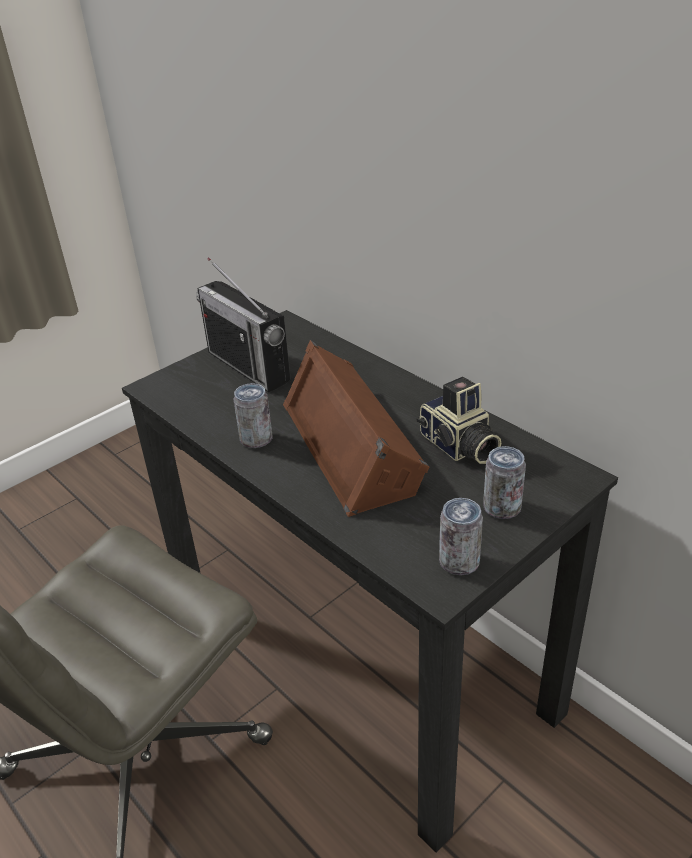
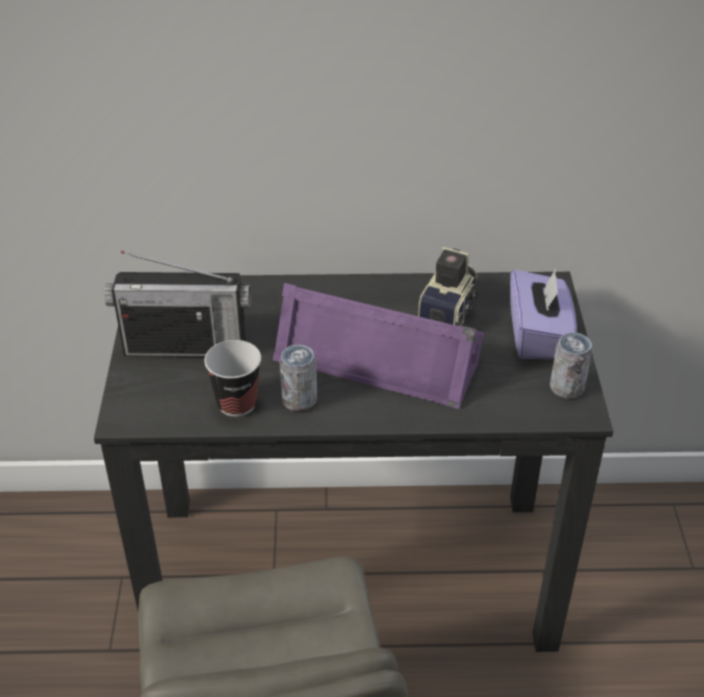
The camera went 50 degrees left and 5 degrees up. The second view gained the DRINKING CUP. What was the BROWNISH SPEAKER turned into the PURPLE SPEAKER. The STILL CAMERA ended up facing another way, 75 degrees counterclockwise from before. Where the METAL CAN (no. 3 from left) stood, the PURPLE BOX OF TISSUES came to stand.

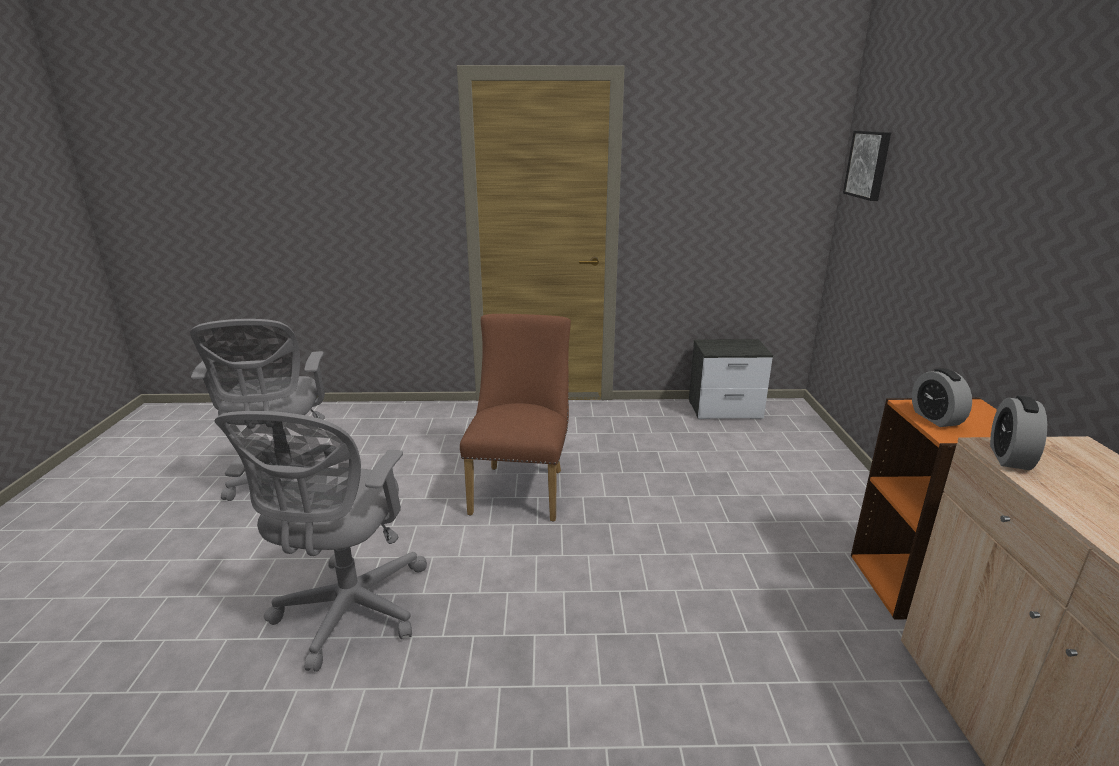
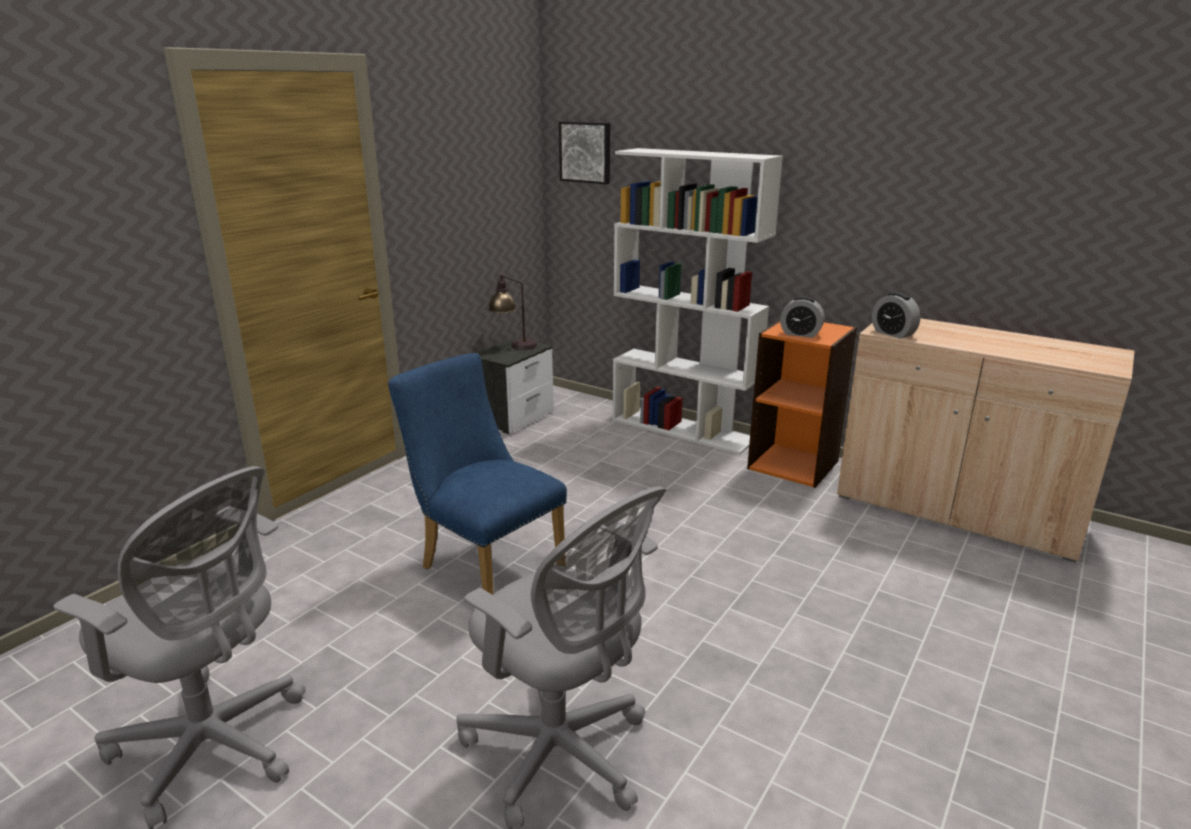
The camera went 55 degrees left and 0 degrees up. What was the BROWNISH CHAIR turned into the BLUE CHAIR. The second view gained the LAMP FOR A TABLE. The second view gained the WHITE-COLOURED SHELVING UNIT.

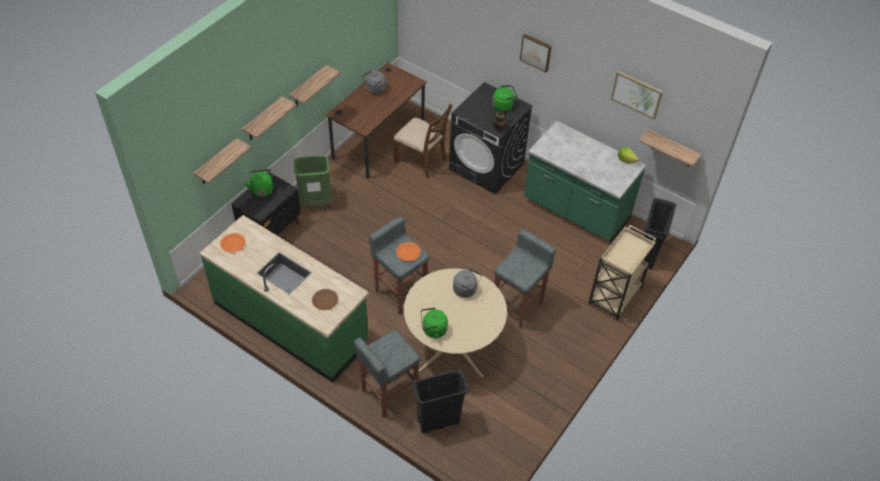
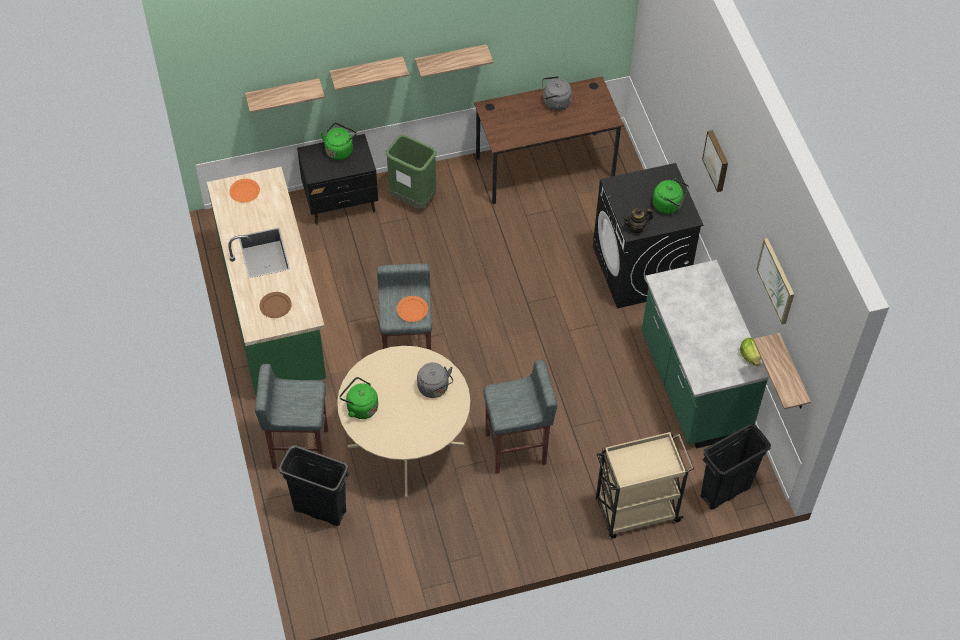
The camera went 40 degrees right and 5 degrees up. The second view lost the BROWNISH CHAIR.

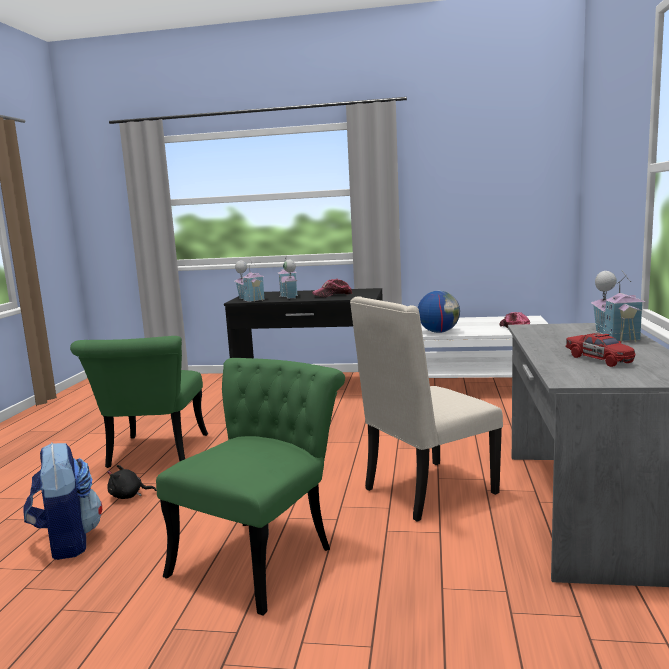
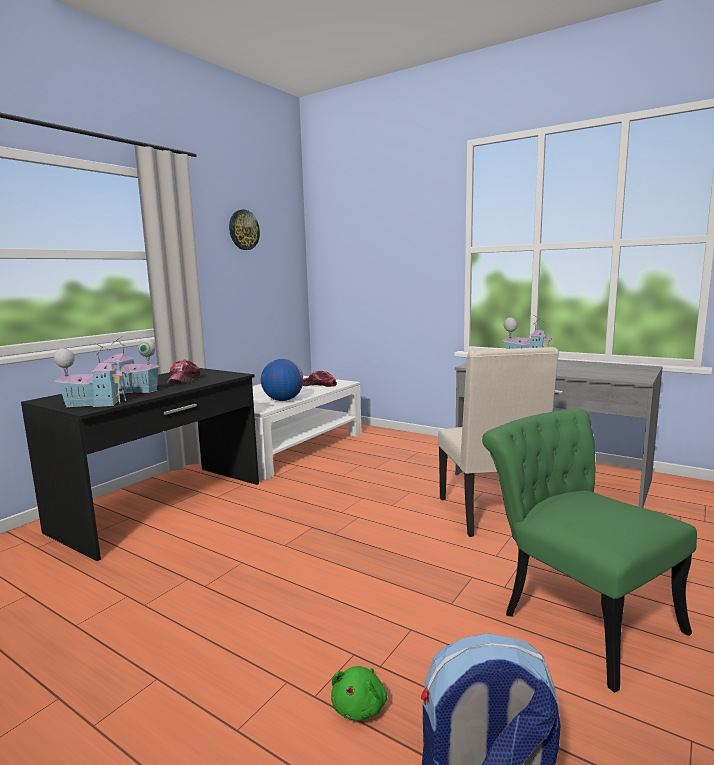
The camera went 65 degrees left and 0 degrees up. The second view gained the CLOCK ON THE WALL. What was the BLACK-COLOURED CUDDLY TOY turned into the GREEN-COLOURED CUDDLY TOY. The second view lost the GREEN-COLOURED CHAIR (no. 1 from left). The second view lost the RED TOY CAR.

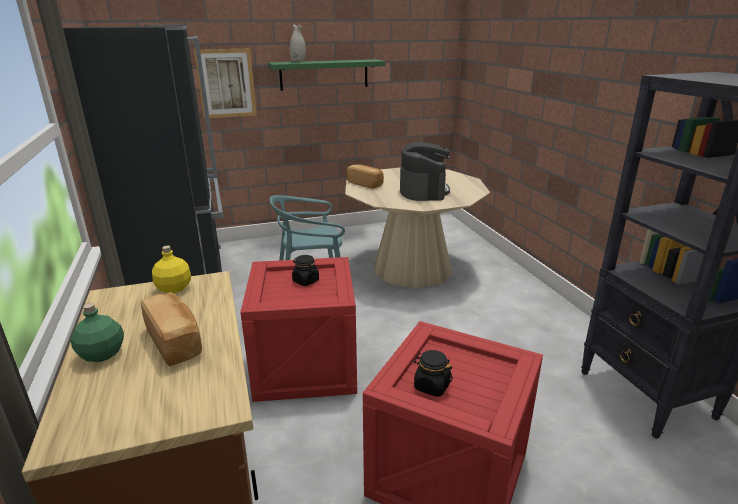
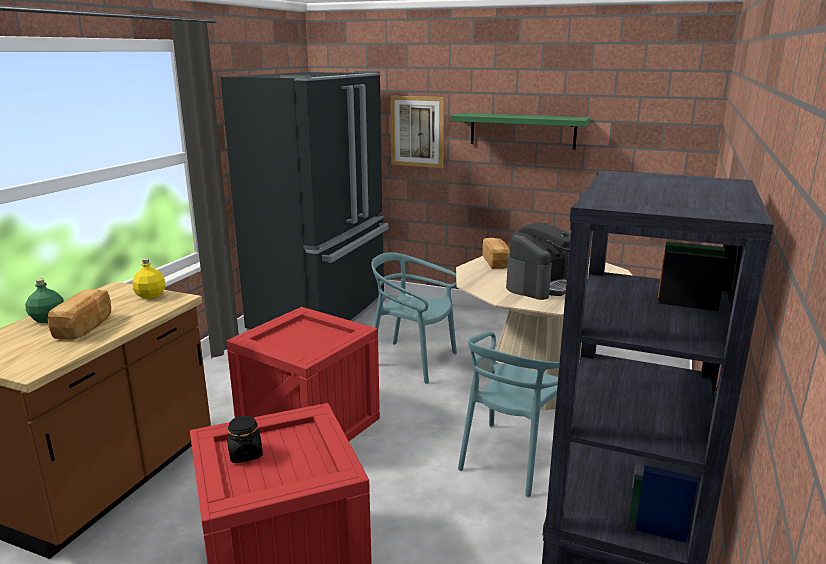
The camera went 40 degrees right and 5 degrees down. The second view gained the TURQUOISE-COLOURED CHAIR (no. 2 from left). The second view lost the WHITE-COLOURED DECORATIVE VASE. The second view lost the BLACK-COLOURED PRESERVE JAR (no. 1 from left).

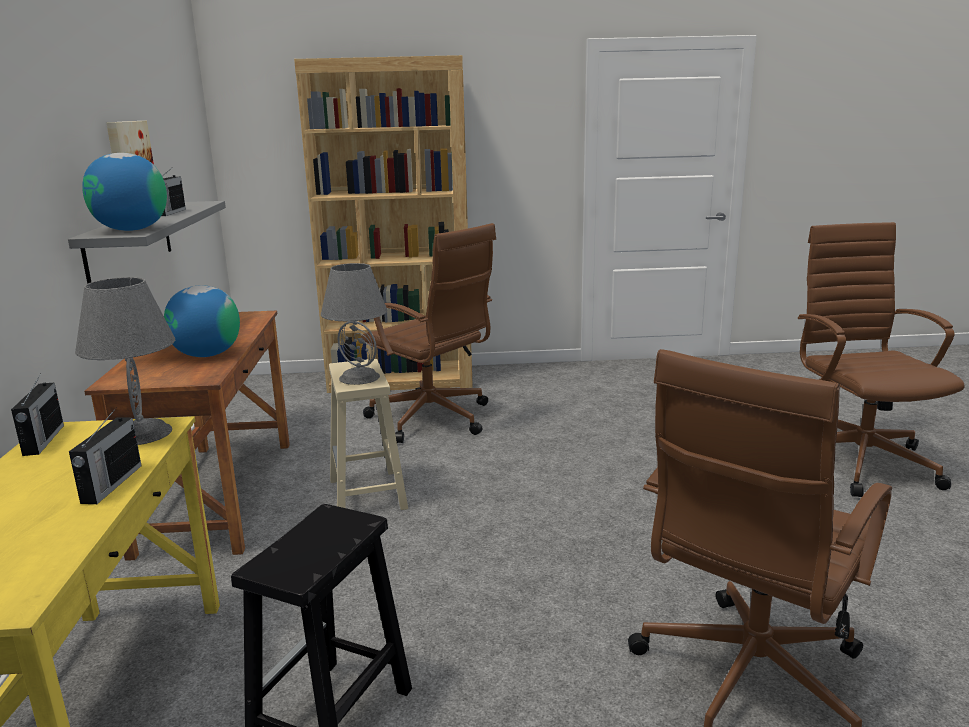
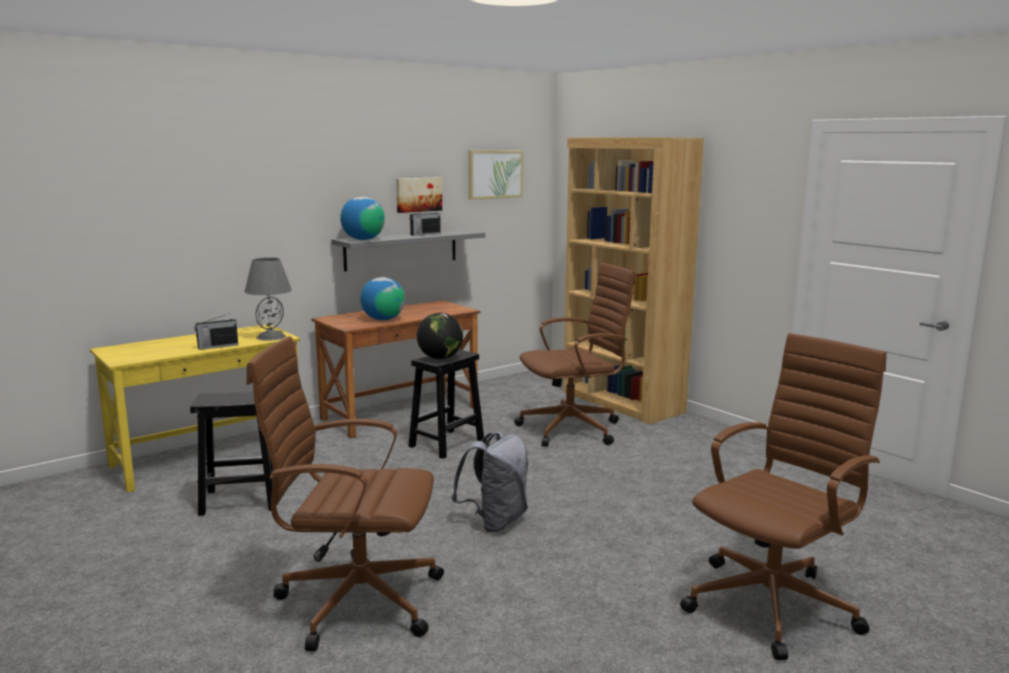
The camera went 55 degrees right and 5 degrees down. What was the BEIGE-COLOURED SITTING STOOL turned into the BLACK-COLOURED SITTING STOOL (no. 2 from left). Where the GREYISH LAMP FOR A TABLE (no. 2 from left) stood, the GLOBE (no. 3 from left) came to stand. The second view gained the GREYISH KNAPSACK. The second view gained the WALL ART (no. 2 from left). The BROWNISH OFFICE CHAIR (no. 1 from left in the first image) ended up facing another way, 120 degrees counterclockwise from before. The second view lost the RADIO RECEIVER (no. 1 from left).

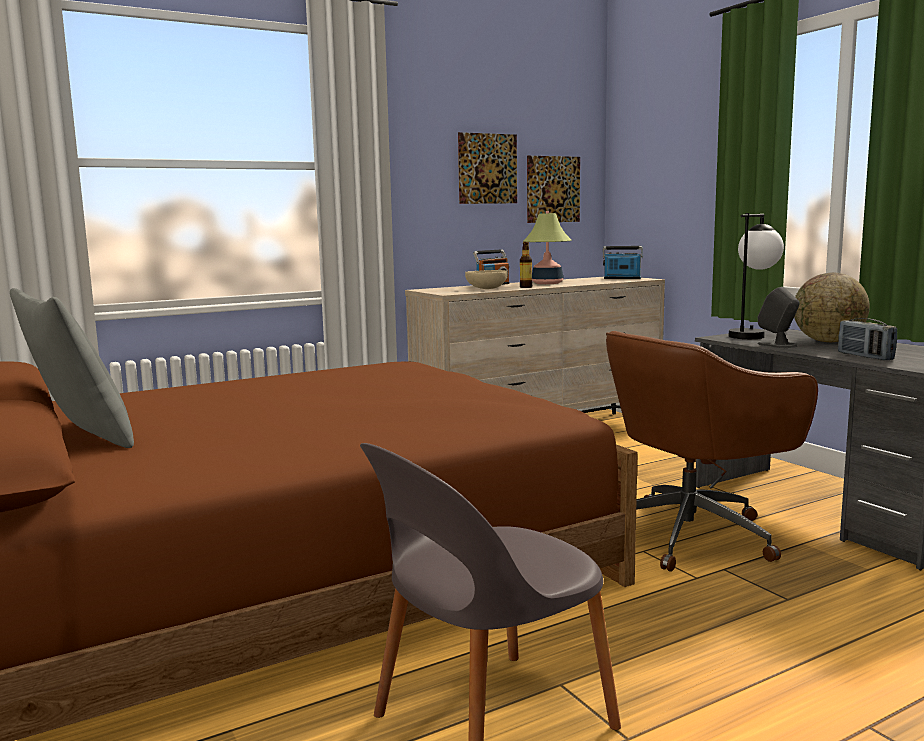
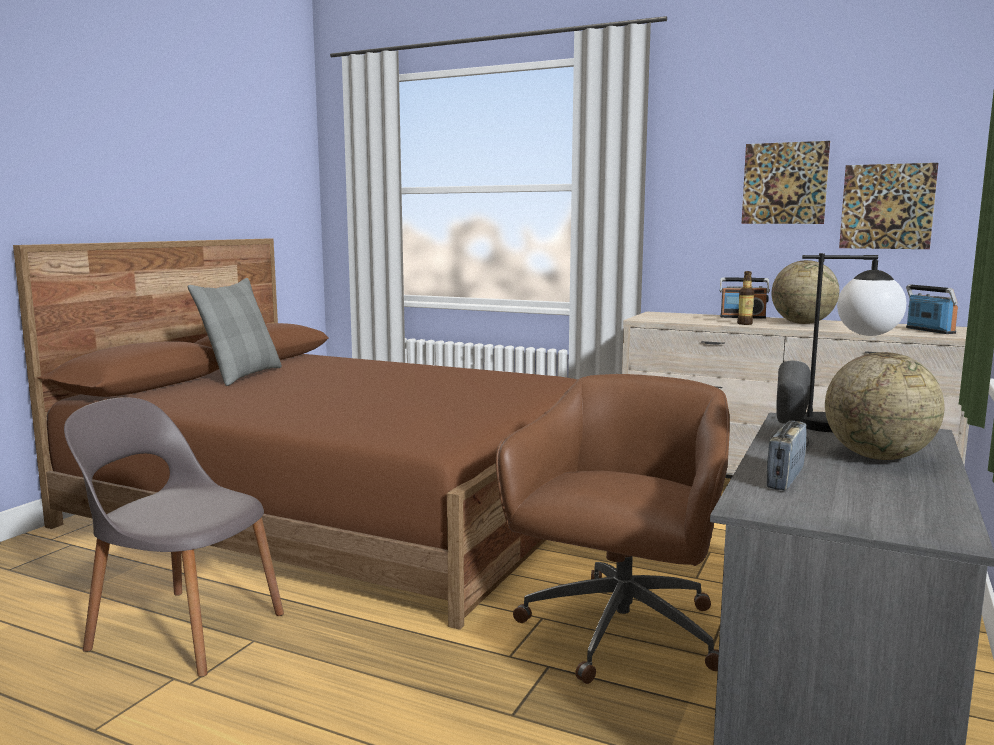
The camera went 55 degrees right and 0 degrees up. The BROWNISH OFFICE CHAIR ended up facing another way, 90 degrees clockwise from before. Where the LAMP FOR A TABLE (no. 1 from left) stood, the GLOBE (no. 1 from left) came to stand. The second view lost the BEIGE-COLOURED BOWL.

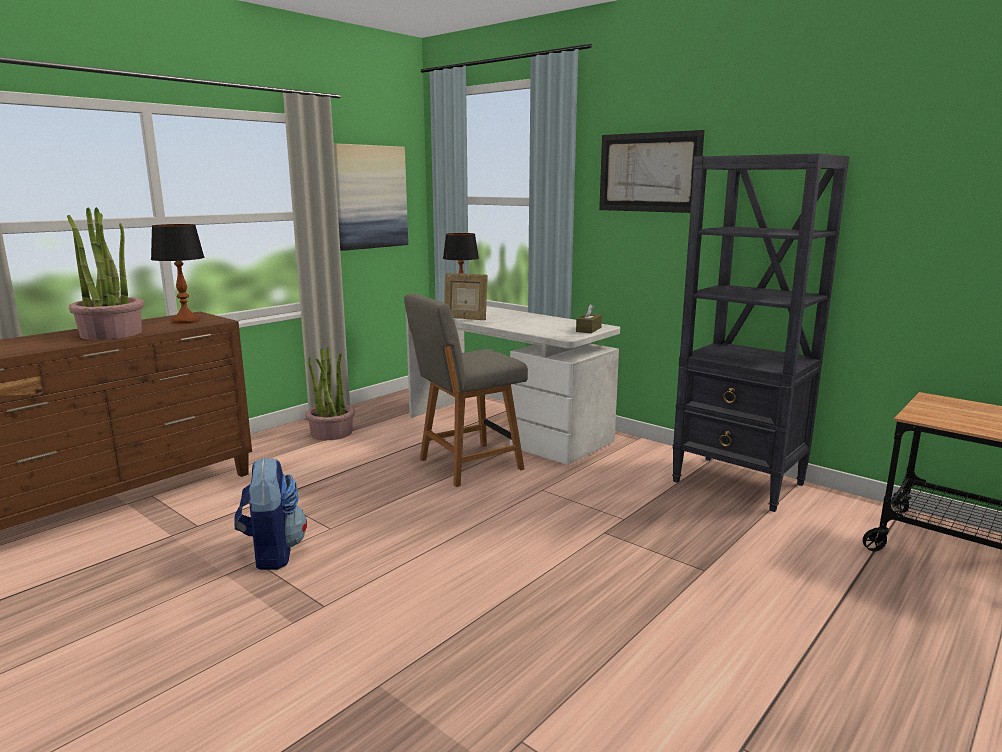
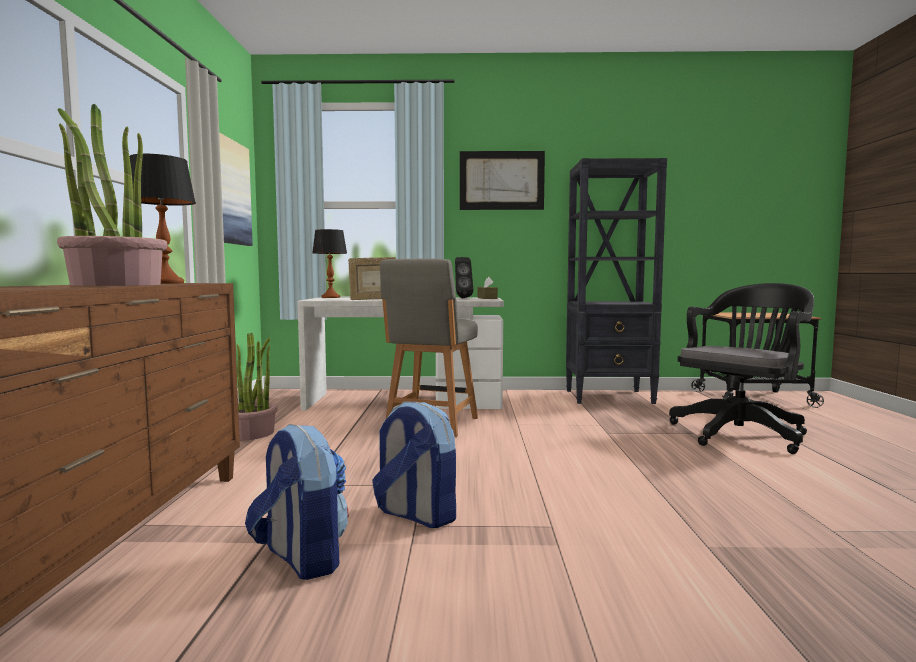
The camera went 40 degrees left and 10 degrees down. The second view gained the KNAPSACK (no. 1 from left). The second view gained the BLACK-COLOURED SPEAKER. The second view gained the BLACK-COLOURED OFFICE CHAIR.

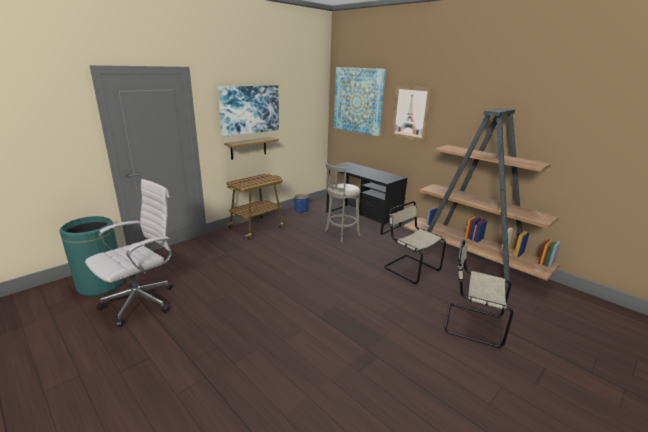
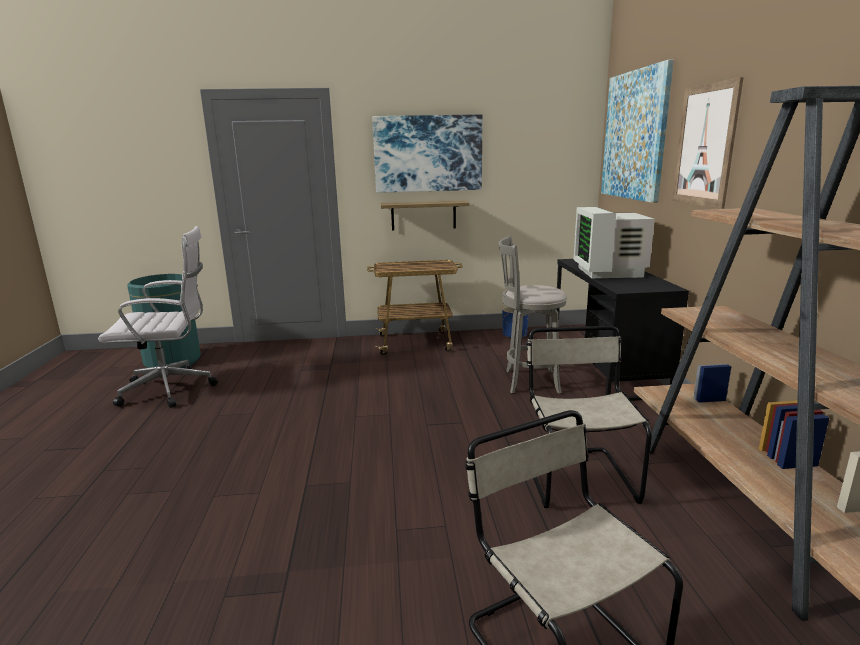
The camera went 40 degrees right and 5 degrees down. The second view gained the COMPUTER DISPLAY.

